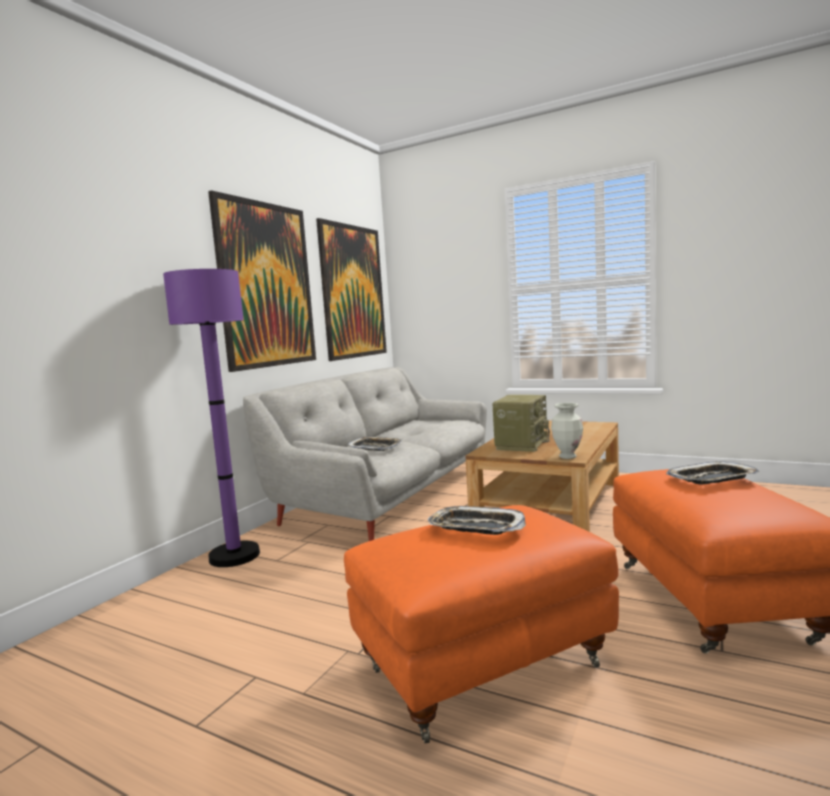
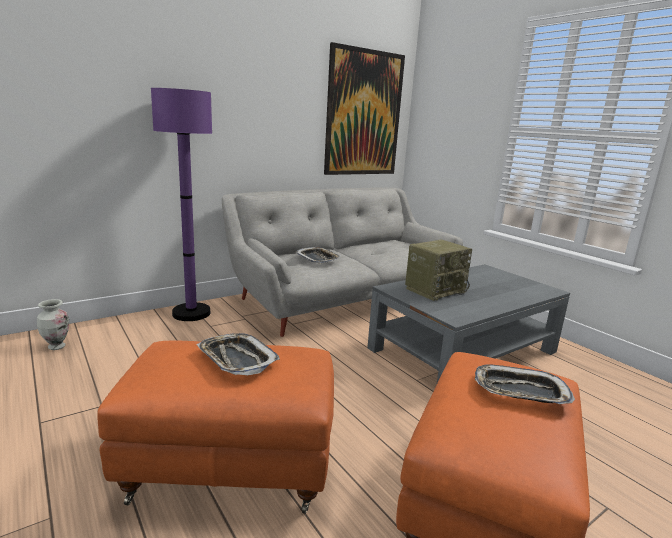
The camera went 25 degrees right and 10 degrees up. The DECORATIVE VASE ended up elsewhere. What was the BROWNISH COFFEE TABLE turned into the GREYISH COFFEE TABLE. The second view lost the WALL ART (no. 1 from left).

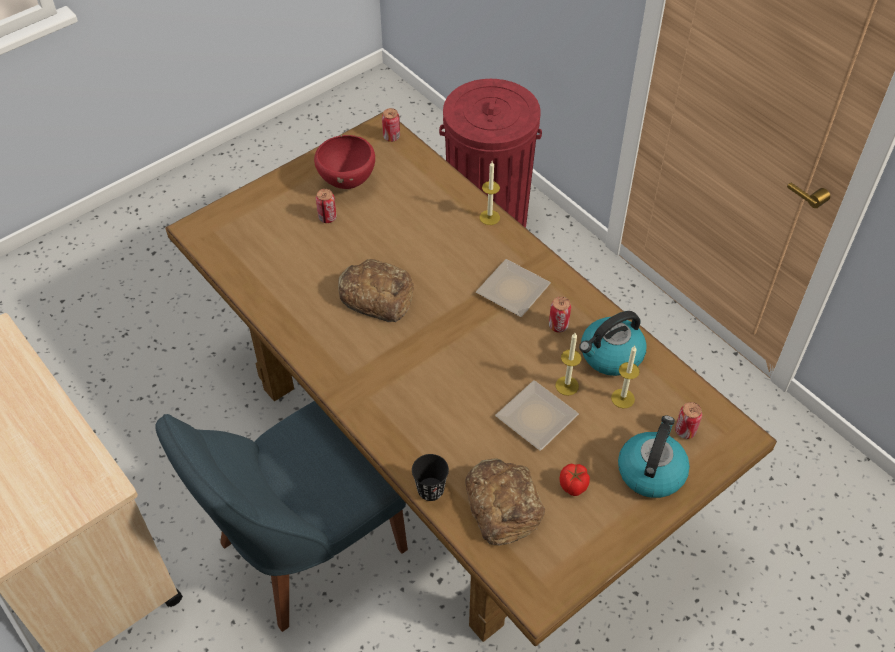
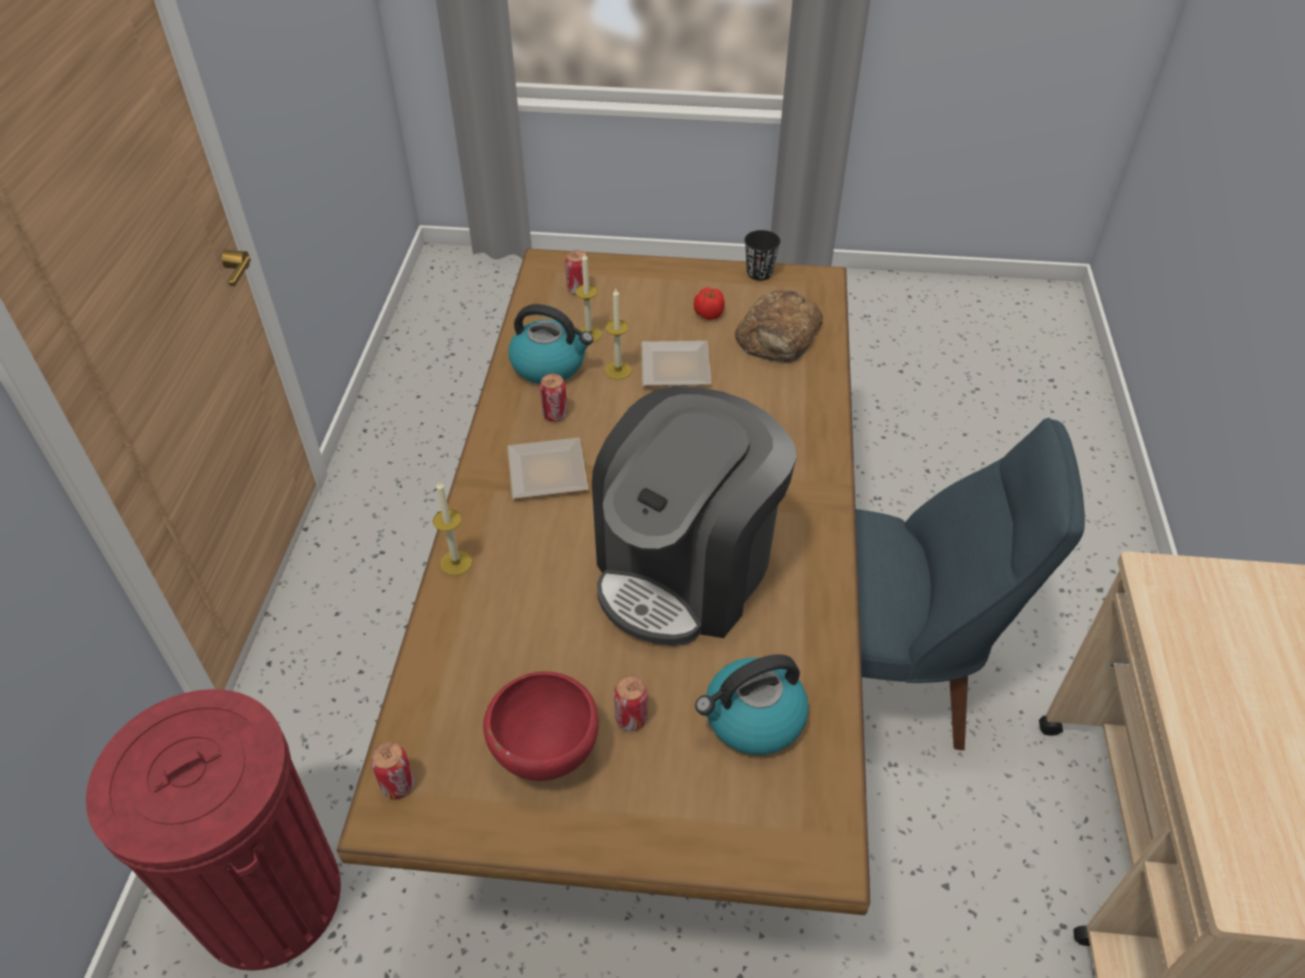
The camera went 135 degrees left and 5 degrees down. Where the BAKERY BREAD (no. 1 from left) stood, the COFFEE MACHINE came to stand. The KETTLE (no. 2 from left) ended up elsewhere. The BLACK-COLOURED DRINKING CUP ended up elsewhere.

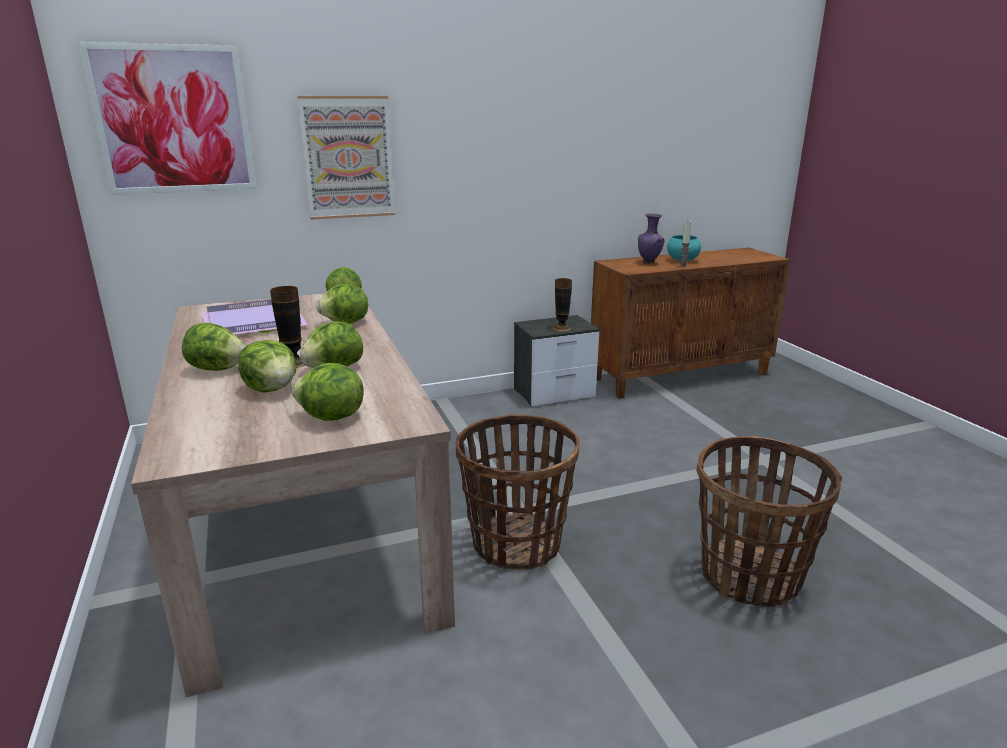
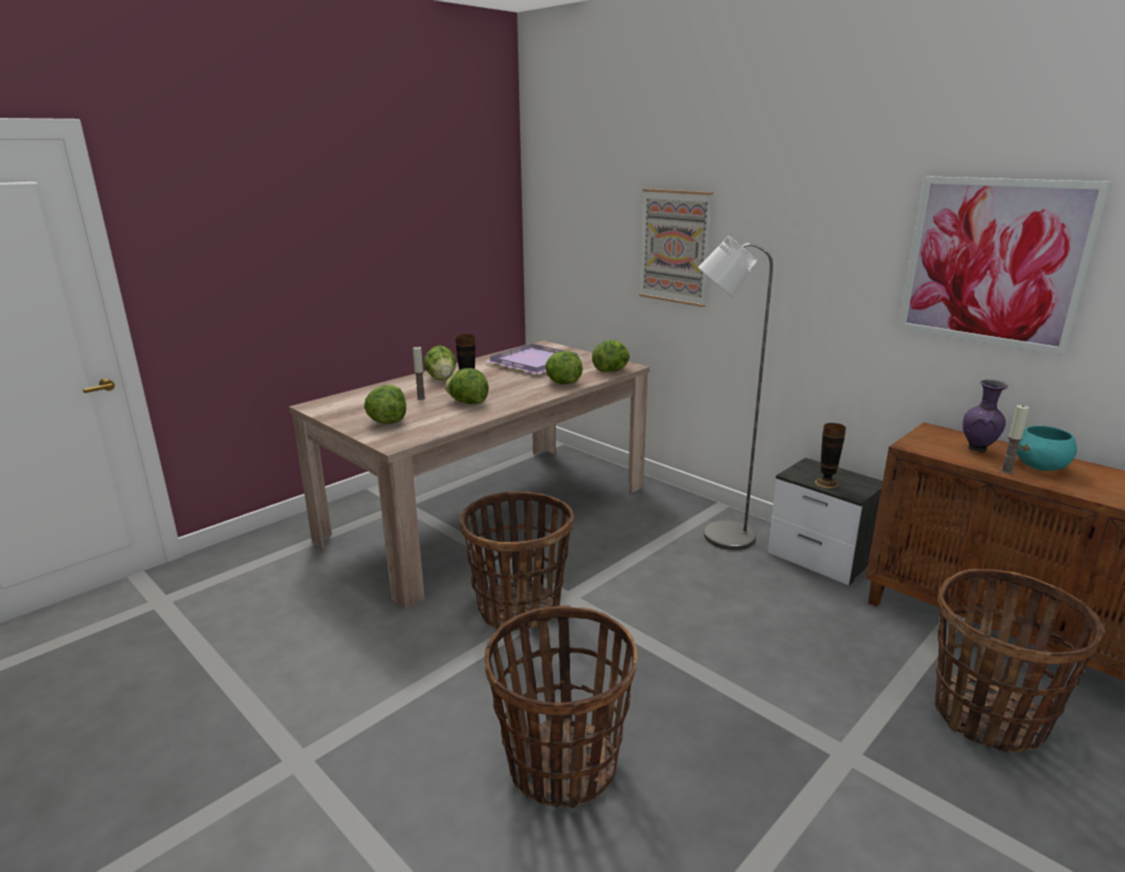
The camera went 65 degrees right and 0 degrees up. Where the LETTUCE (no. 2 from left) stood, the CANDLE (no. 1 from left) came to stand. The second view gained the GREYISH STANDARD LAMP. The WALL ART (no. 1 from left in the first image) ended up elsewhere. The second view gained the HOUSEHOLD BASKET (no. 3 from left).

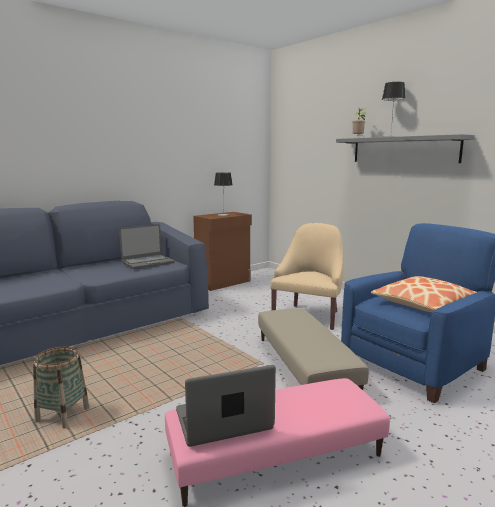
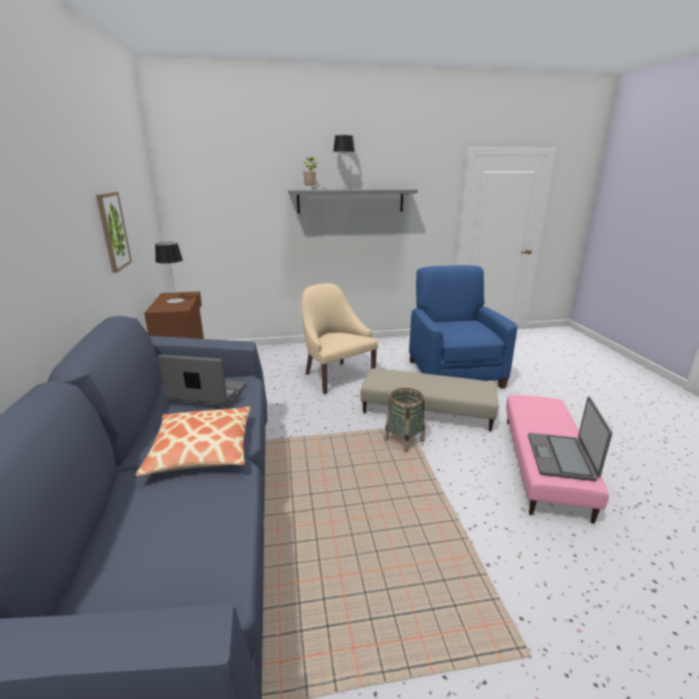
The camera went 60 degrees left and 10 degrees up. The second view gained the WALL ART. The CUSHION ended up elsewhere. The NOTEBOOK COMPUTER (no. 1 from left) ended up facing another way, 75 degrees counterclockwise from before. The HOUSEHOLD BASKET ended up elsewhere.

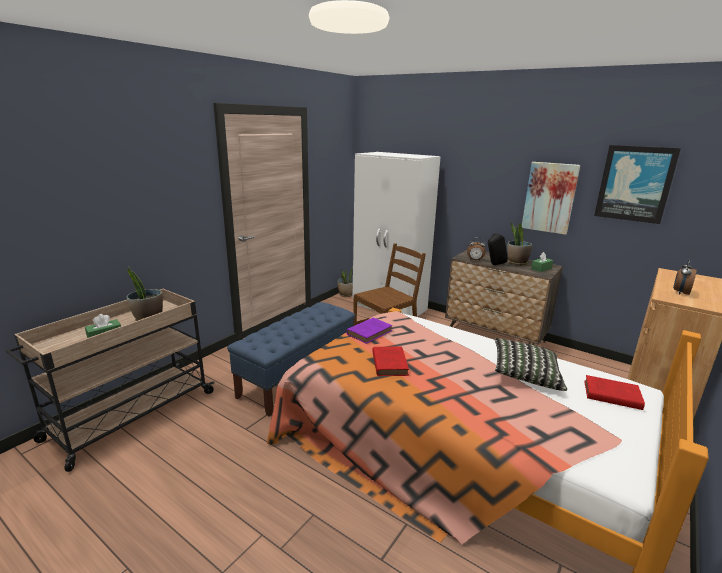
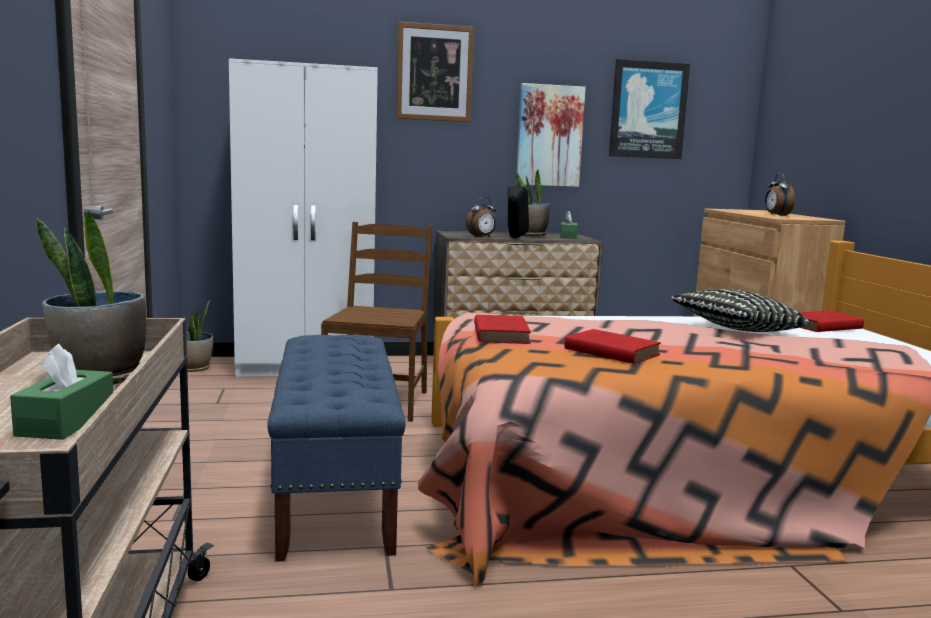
The camera went 45 degrees left and 10 degrees down. The second view gained the WALL ART (no. 1 from left). What was the PURPLE BOUND BOOK turned into the RED BOUND BOOK (no. 1 from left).

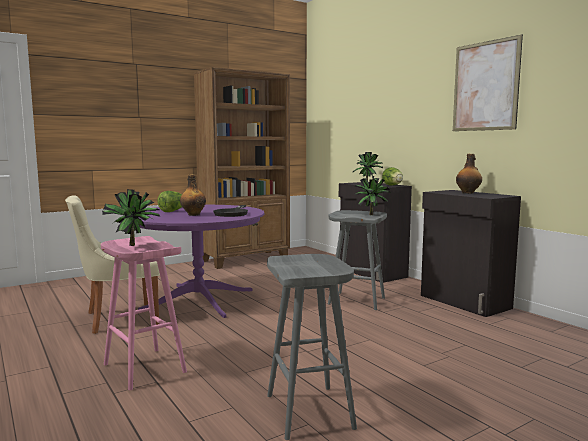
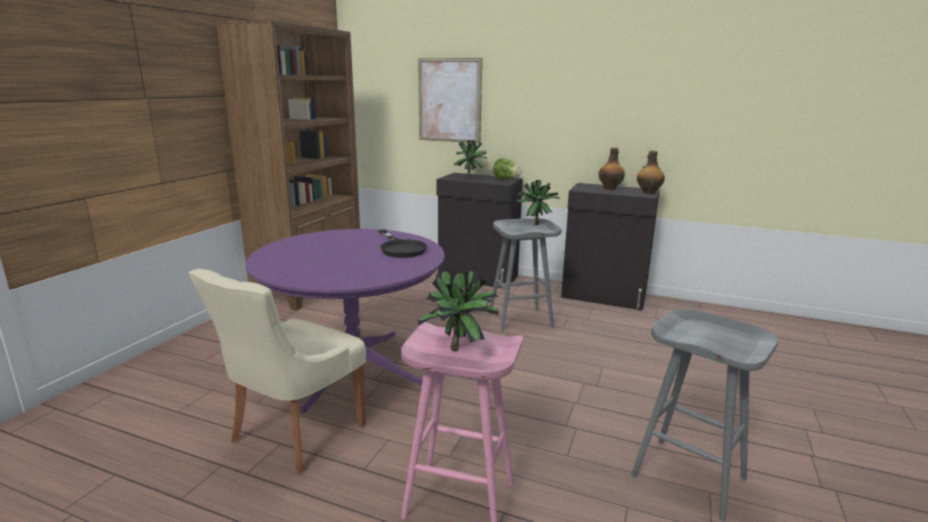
The camera went 35 degrees left and 10 degrees up. The WALL ART ended up elsewhere. The BOTTLE (no. 1 from left in the first image) ended up elsewhere. The second view lost the LETTUCE (no. 1 from left).

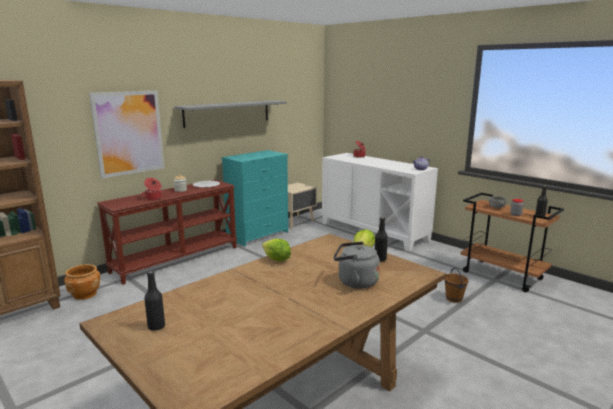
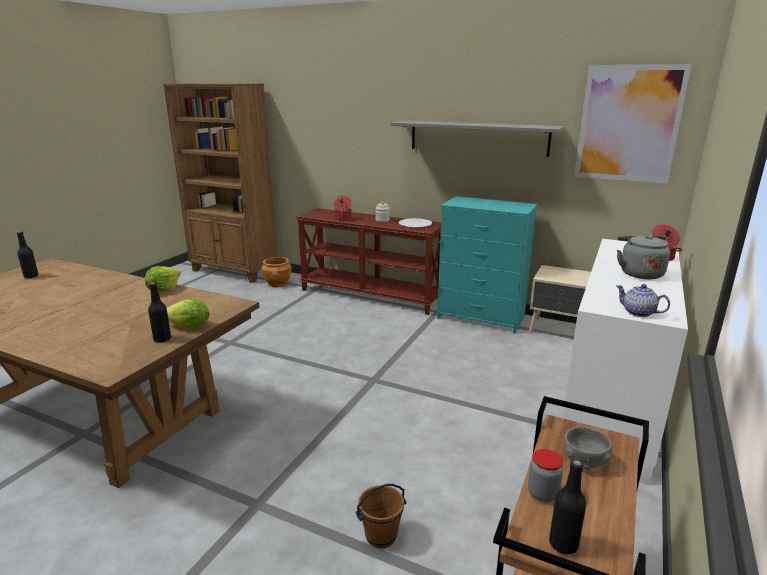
The camera went 70 degrees right and 5 degrees up. The WALL ART ended up elsewhere. The GREYISH KETTLE ended up elsewhere.

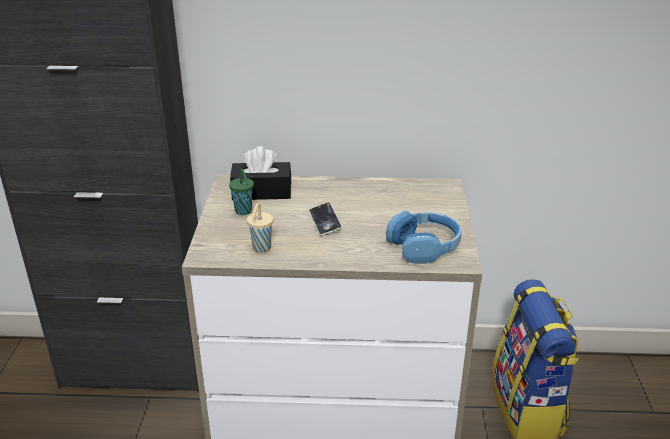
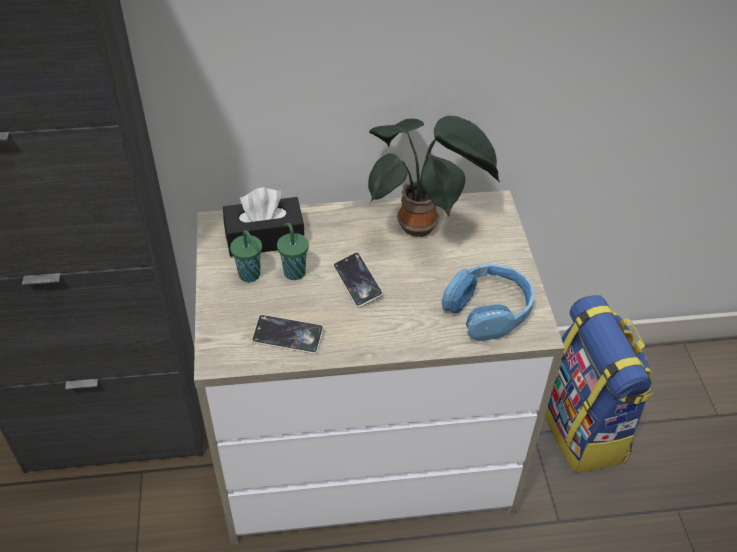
The camera went 10 degrees left and 15 degrees up. Where the BEIGE-COLOURED DRINKING CUP stood, the HANDSET (no. 1 from left) came to stand. The second view gained the GREEN-COLOURED DRINKING CUP (no. 2 from left). The second view gained the HOUSEPLANT.

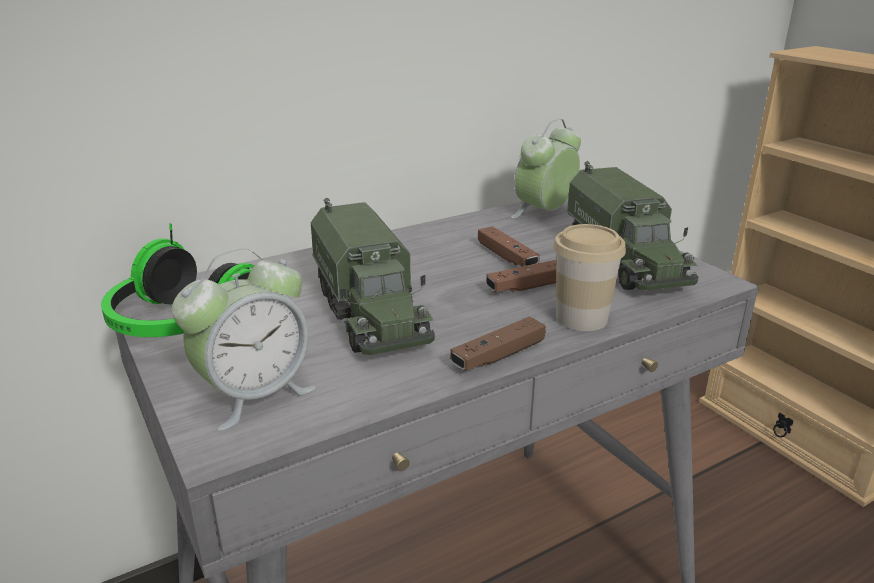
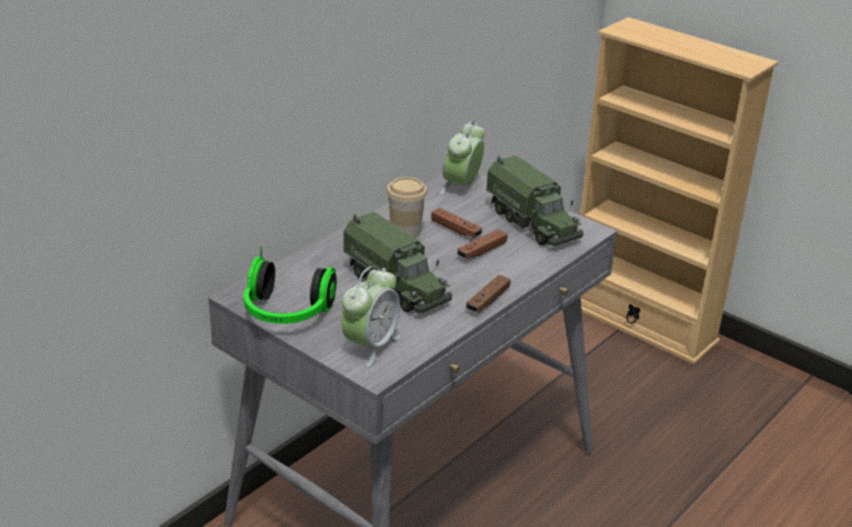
The camera went 20 degrees left and 5 degrees up. The DRINKING CUP ended up elsewhere.

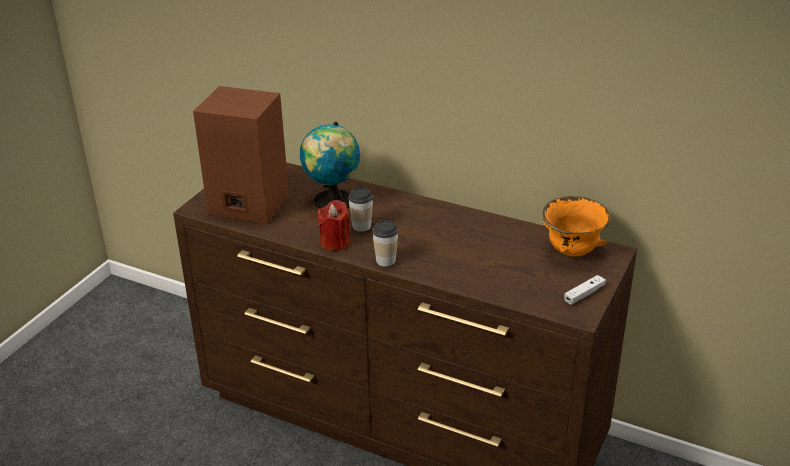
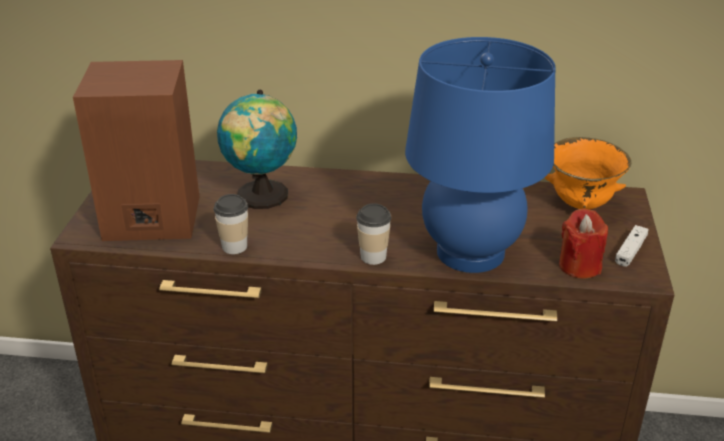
The camera went 20 degrees left and 0 degrees up. The DRINKING CUP (no. 1 from left) ended up elsewhere. The second view gained the BLUE LAMP FOR A TABLE. The RED CANDLE ended up elsewhere.

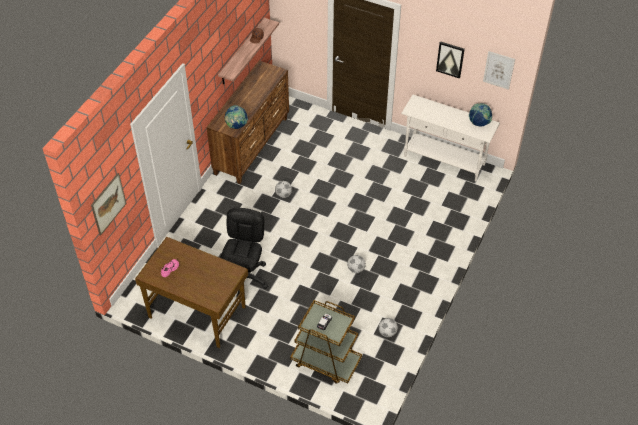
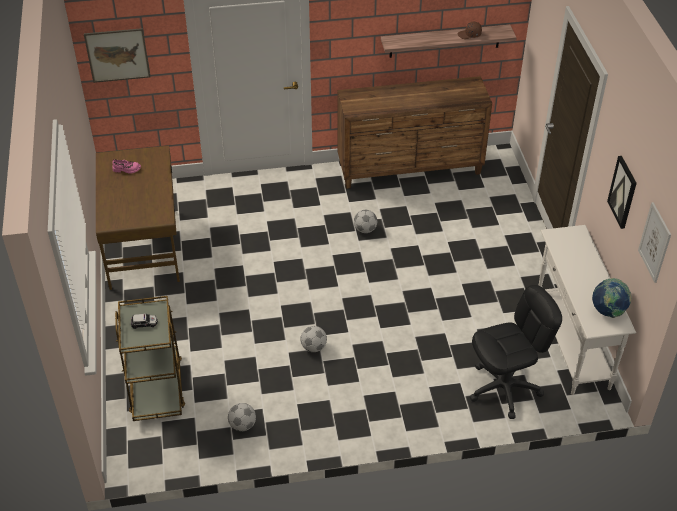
The camera went 55 degrees right and 5 degrees down. The BLACK-COLOURED OFFICE CHAIR ended up elsewhere. The second view lost the GLOBE (no. 1 from left).

